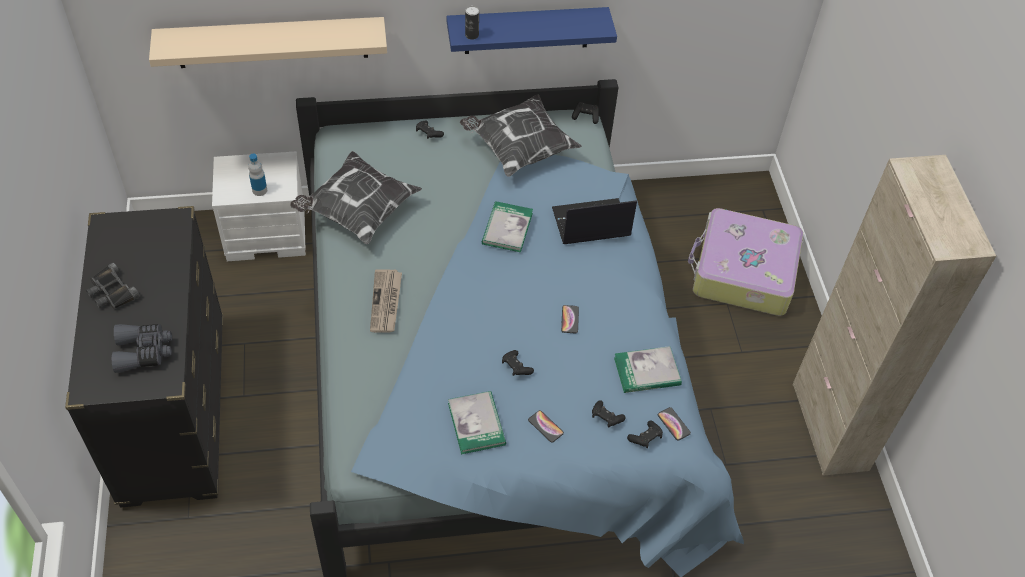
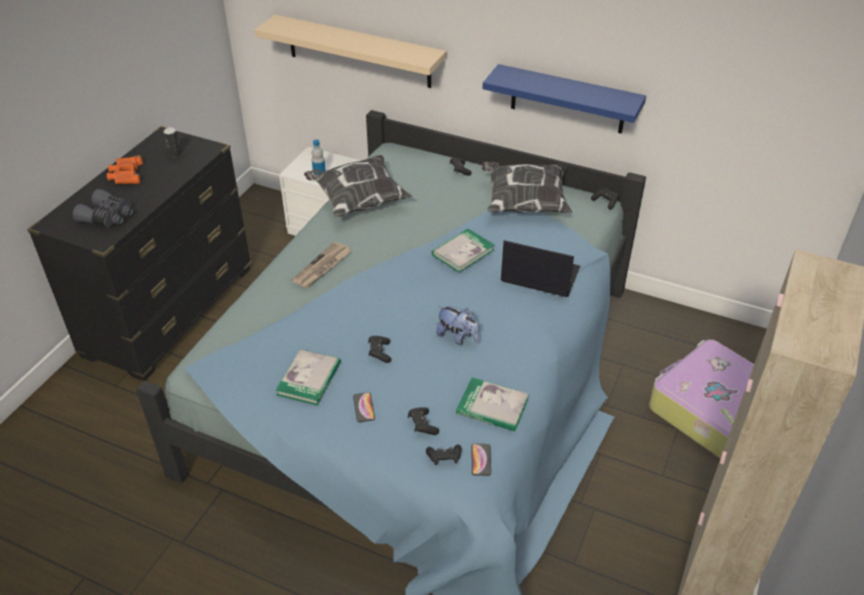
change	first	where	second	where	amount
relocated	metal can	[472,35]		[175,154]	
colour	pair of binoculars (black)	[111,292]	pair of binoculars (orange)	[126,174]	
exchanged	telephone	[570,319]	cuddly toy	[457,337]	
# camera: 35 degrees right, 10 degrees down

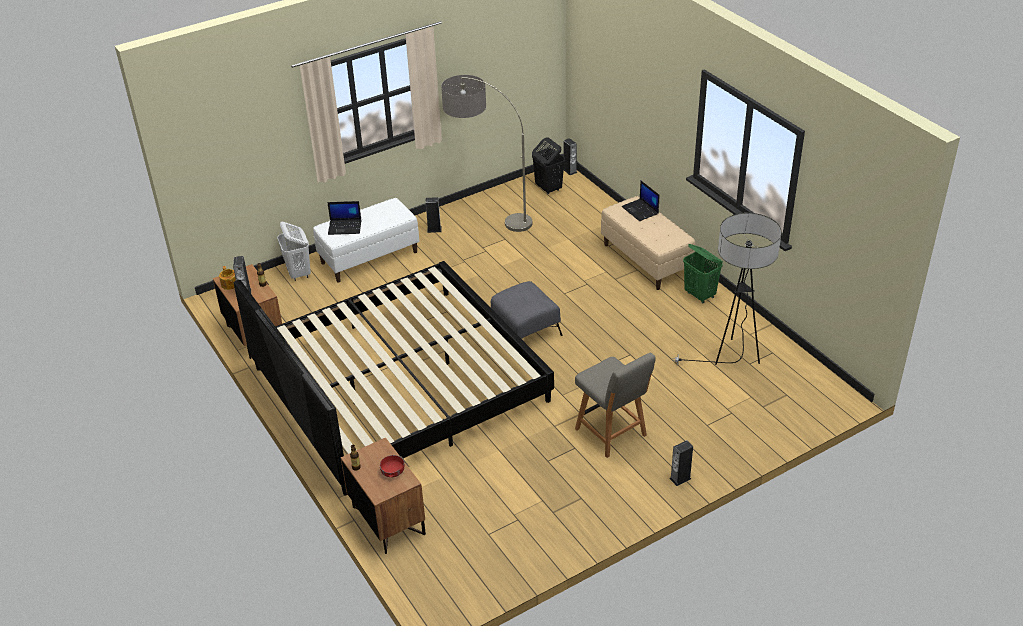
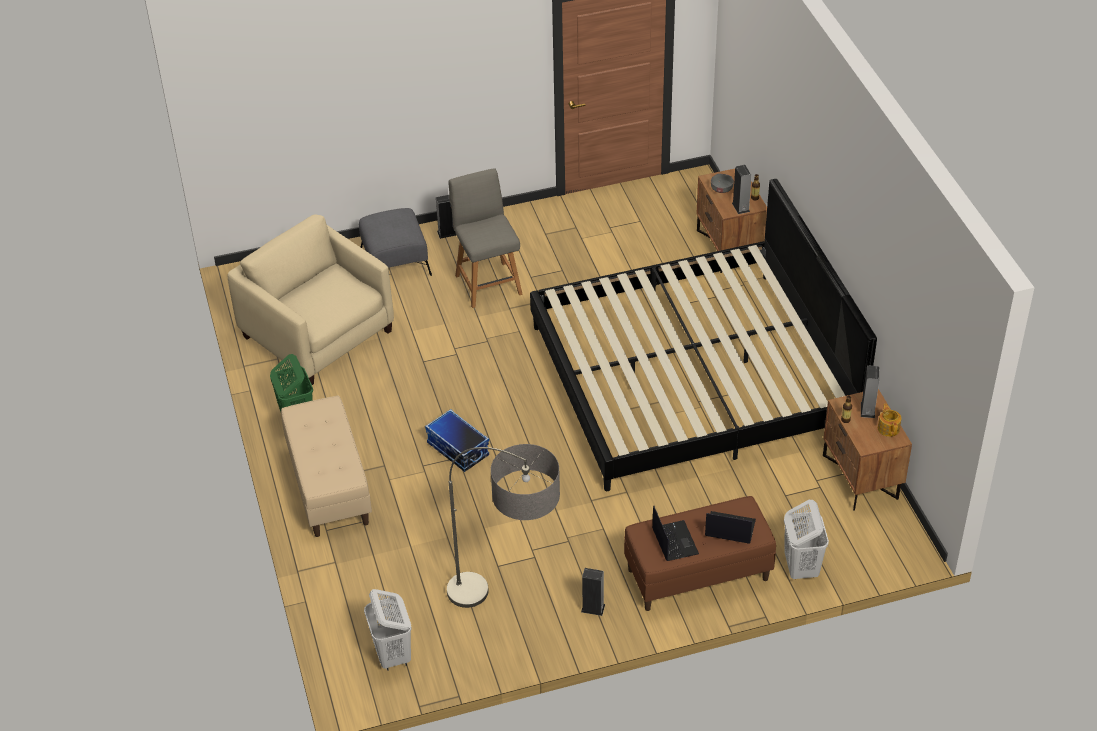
change	first	where	second	where	amount
colour	laundry basket (black)	[548,188]	laundry basket (white-coloured)	[393,655]	
relocated	speaker	[570,171]		[740,207]	
relocated	portable computer	[640,210]		[674,541]	
colour	long seat (white-coloured)	[369,257]	long seat (brown)	[697,575]	
exchanged	floor lamp	[732,359]	armchair (sand-coloured)	[318,334]	
relocated	footrest (grey)	[525,330]		[395,263]	
colour	deep dish (red-coloured)	[393,471]	deep dish (grey)	[721,189]	
appeared			storage bin	[457,449]	
# camera: 165 degrees left, 5 degrees up

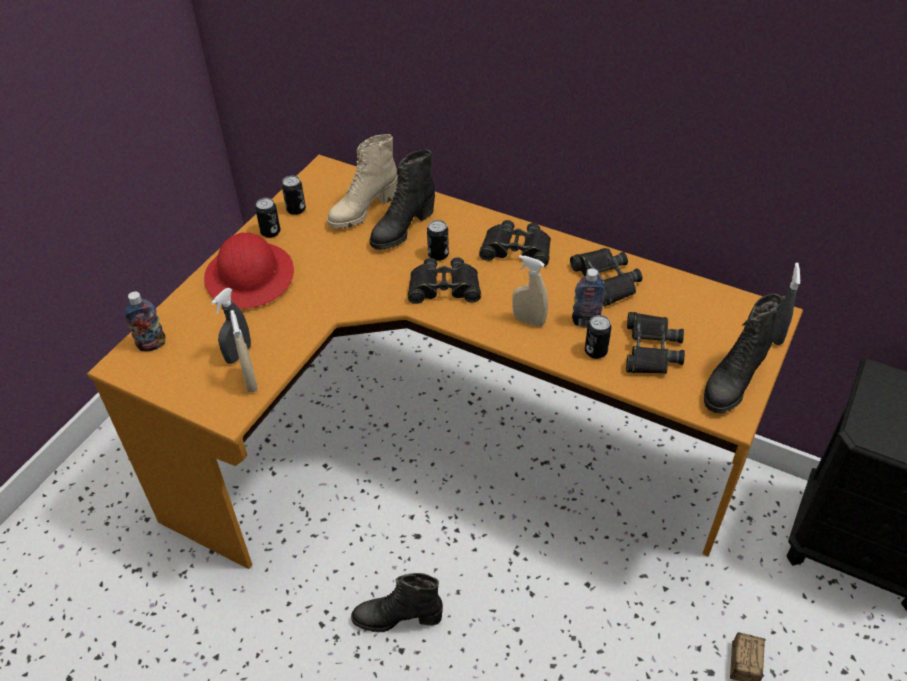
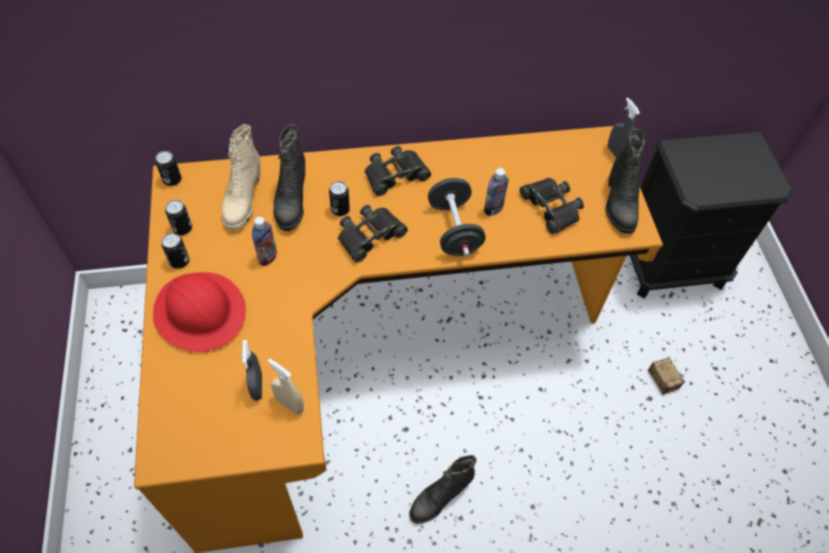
change	first	where	second	where	amount
missing	pair of binoculars (black)	[605,280]			
exchanged	hand sprayer (sand-coloured)	[529,321]	dumbbell (black)	[454,230]	
relocated	beverage bottle	[152,345]		[267,257]	
relocated	metal can	[595,351]		[172,180]	
# camera: 40 degrees left, 10 degrees up

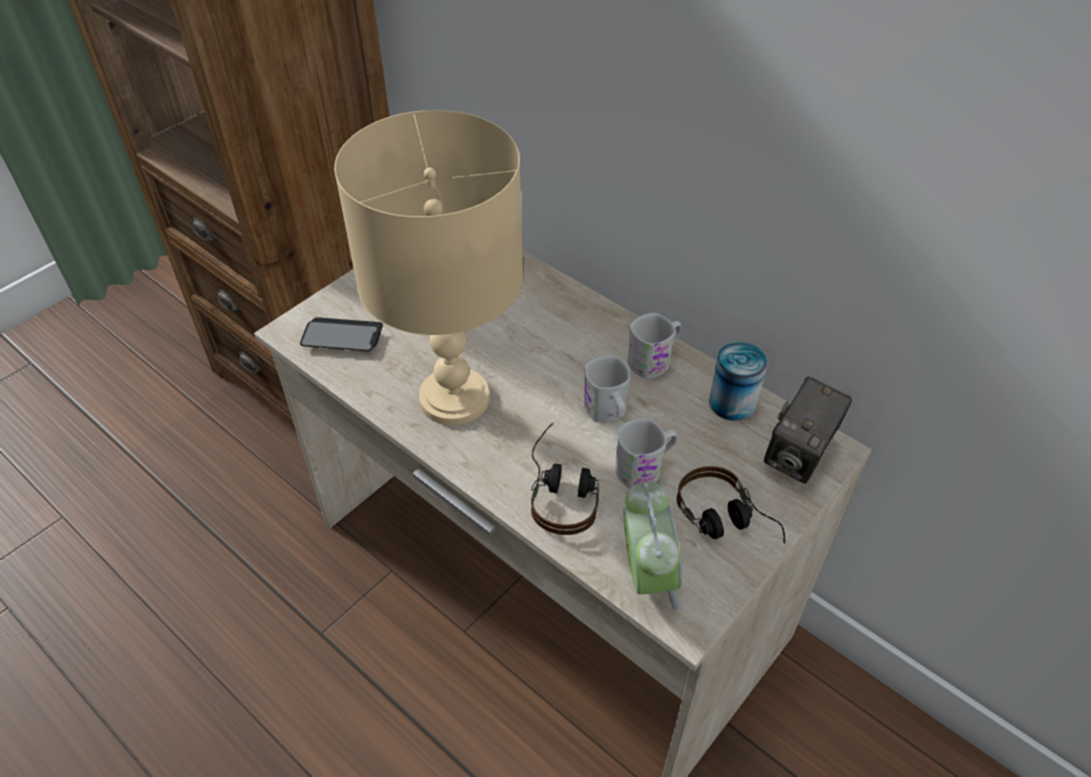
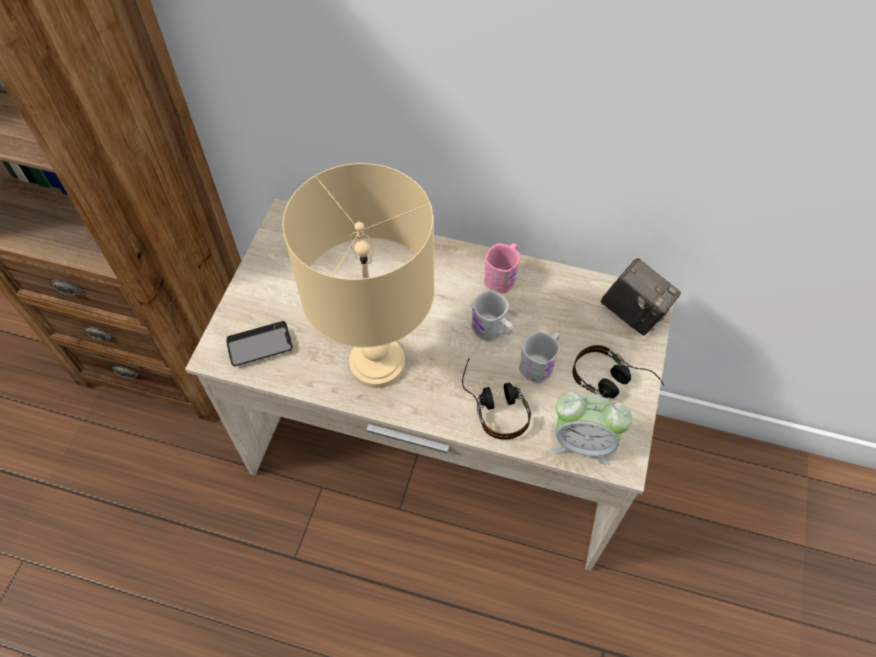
change	first	where	second	where	amount
colour	tea mug (white-coloured)	[654,361]	tea mug (pink-coloured)	[502,276]	
missing	metal can	[732,403]			
spun	photo camera	[798,456]		[633,313]	60 degrees counterclockwise
spun	alarm clock	[647,576]		[582,442]	135 degrees clockwise
# camera: 25 degrees left, 10 degrees up

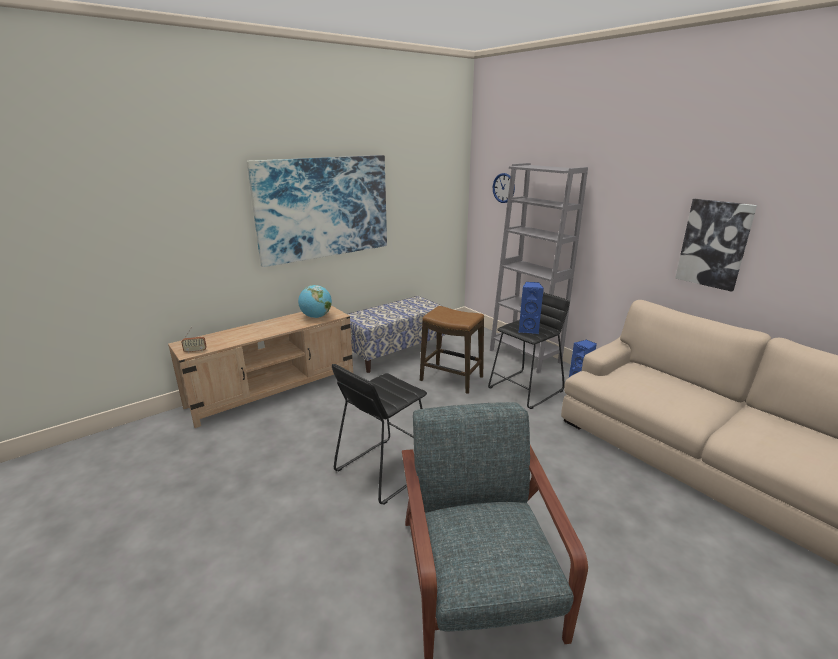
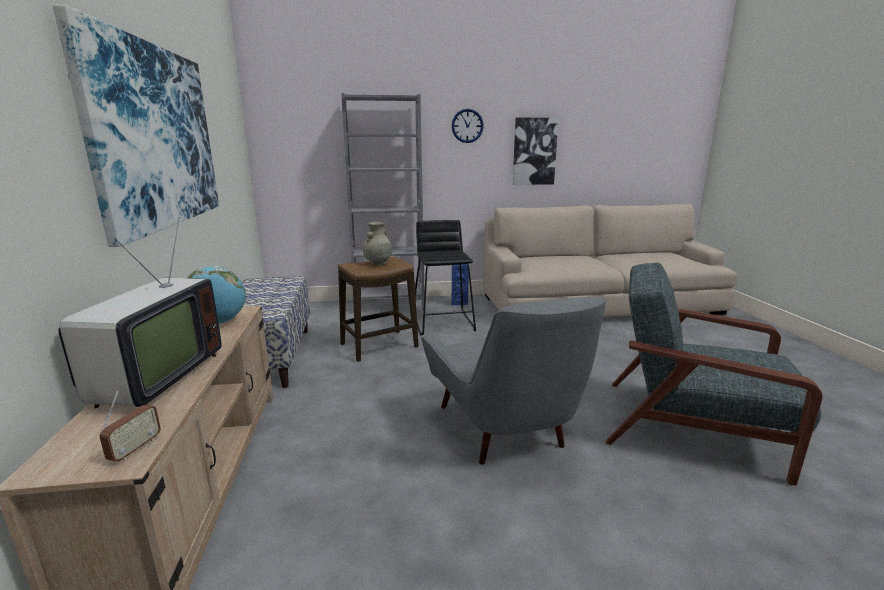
change	first	where	second	where	amount
relocated	wall clock	[503,188]		[467,126]	
missing	speaker (blue-coloured)	[528,329]			
exchanged	stool (black)	[383,469]	armchair (grey)	[506,432]	
appeared			TV	[154,379]	
appeared			vase (sand-coloured)	[378,263]	
# camera: 60 degrees left, 5 degrees down

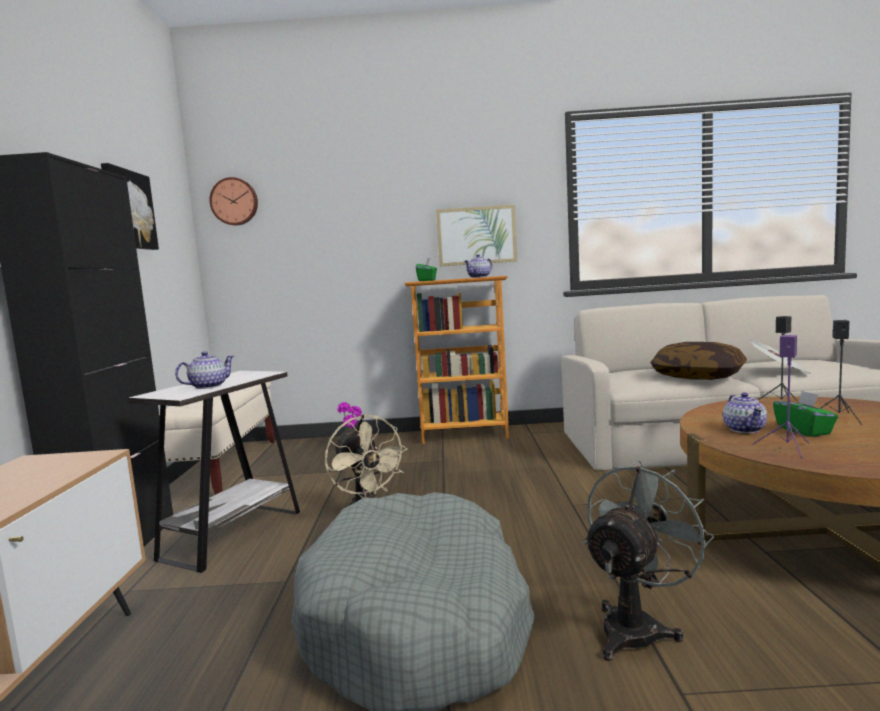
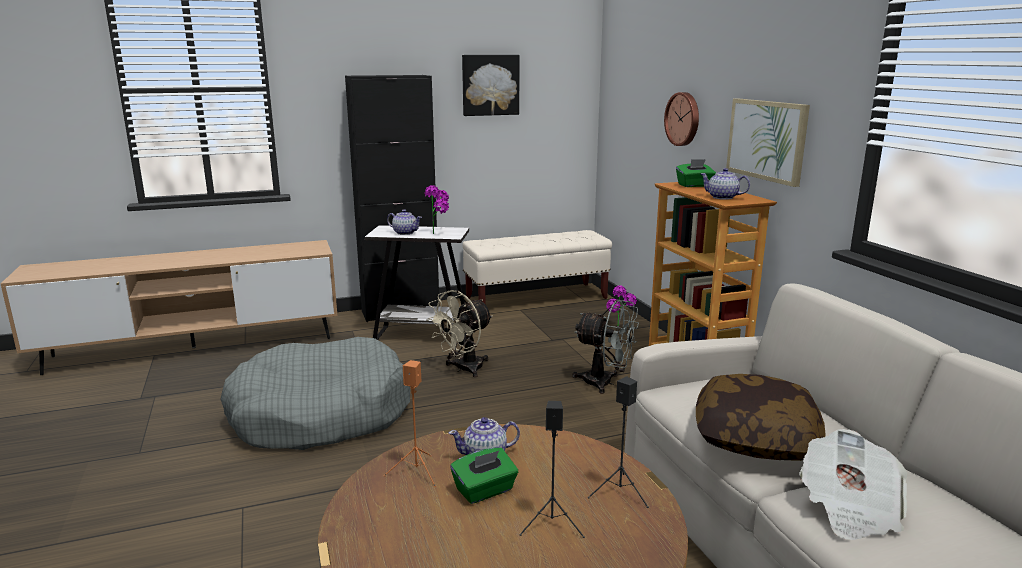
change	first	where	second	where	amount
relocated	wall clock	[234,201]		[683,119]	
colour	speaker (purple)	[787,448]	speaker (orange)	[417,472]	
relocated	cooling fan (grey)	[637,626]		[605,383]	
appeared			plant in a pot	[439,233]	
# camera: 70 degrees right, 10 degrees up

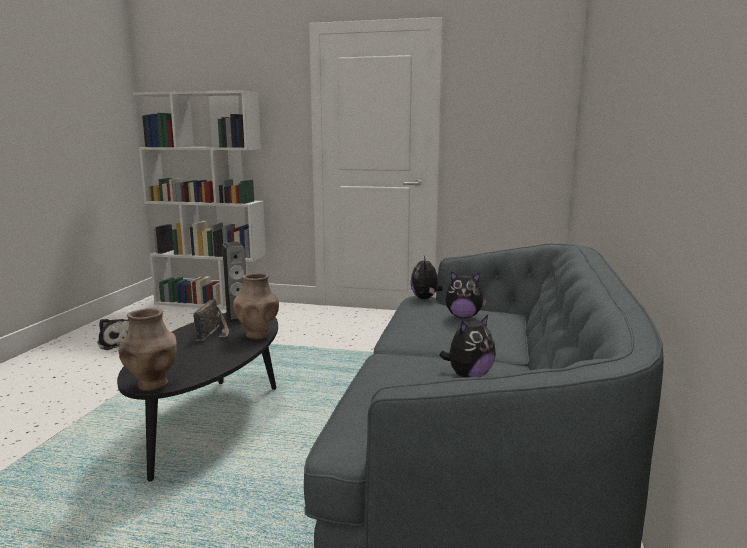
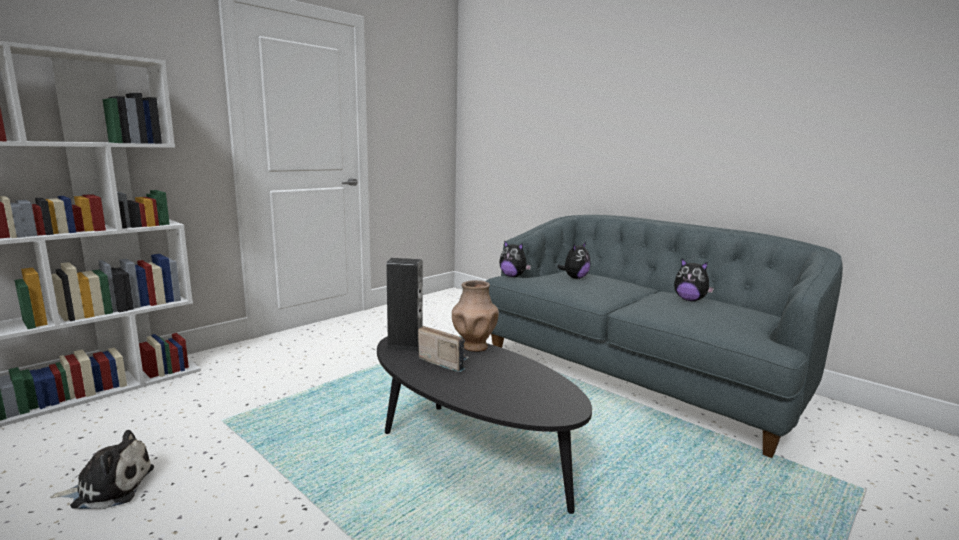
change	first	where	second	where	amount
missing	vase (brown)	[152,385]			
spun	cuddly toy	[468,376]		[690,300]	135 degrees clockwise
# camera: 60 degrees left, 0 degrees up

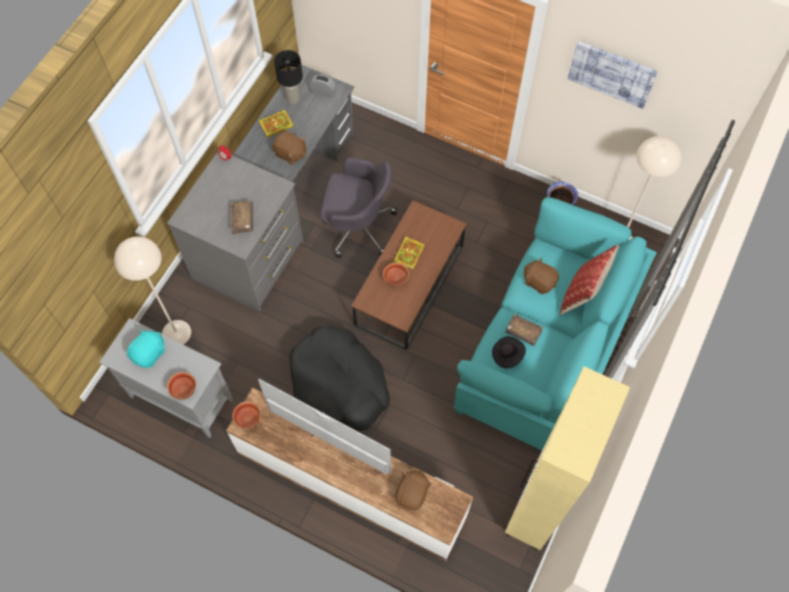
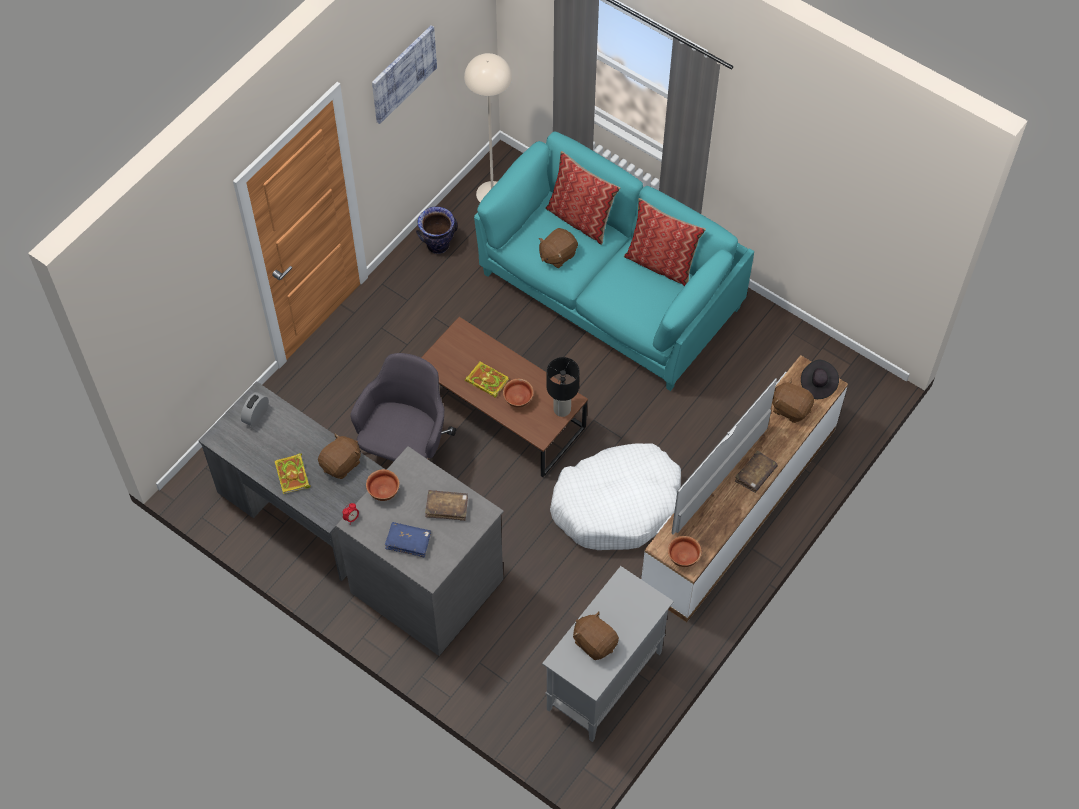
change	first	where	second	where	amount
relocated	lamp for a table (black)	[292,99]		[562,410]	
missing	floor lamp (sand-coloured)	[176,332]			
relocated	bound book (brown)	[523,332]		[755,475]	
colour	pet bed (black)	[339,385]	pet bed (white-coloured)	[617,504]	
colour	cuddly toy (turquoise)	[149,353]	cuddly toy (brown)	[595,642]	
relocated	wearable hat (black)	[507,355]		[817,384]	
missing	cupboard (sand-coloured)	[535,509]			
relocated	deep dish	[183,389]		[383,491]	
appeared			pillow	[661,263]	
appeared			bound book (blue-coloured)	[408,542]	
# camera: 80 degrees left, 5 degrees down

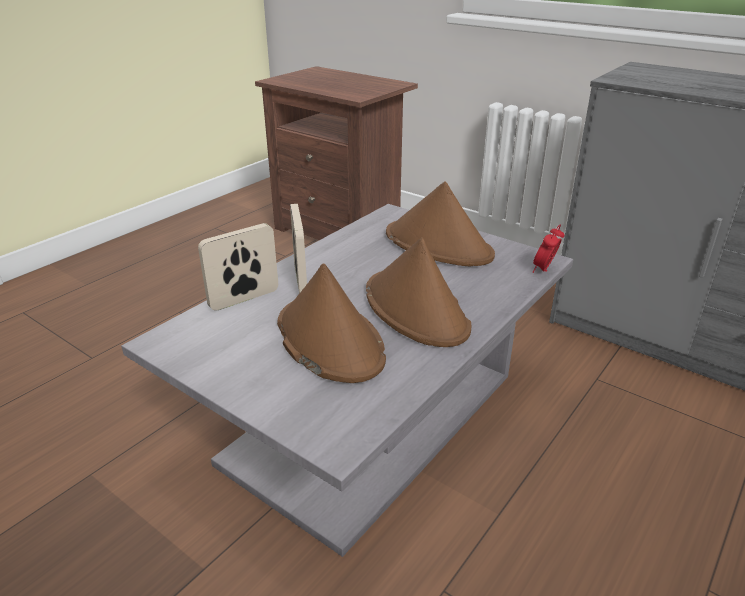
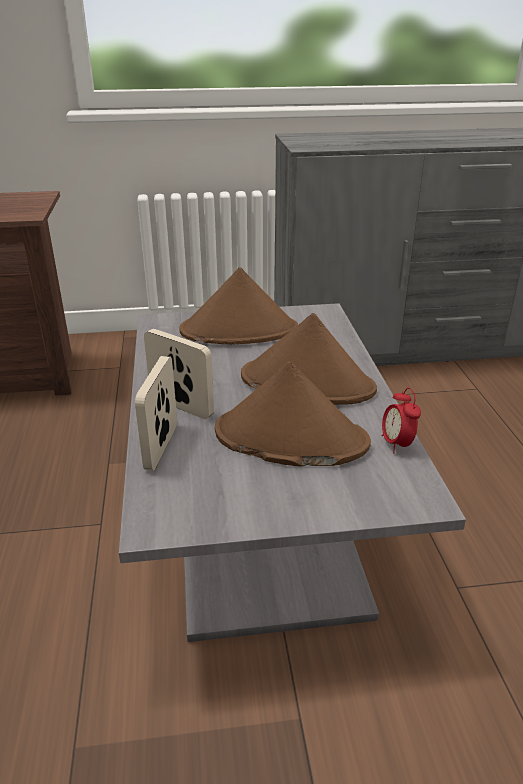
change	first	where	second	where	amount
relocated	alarm clock	[544,270]		[396,444]	
# camera: 45 degrees left, 0 degrees up

